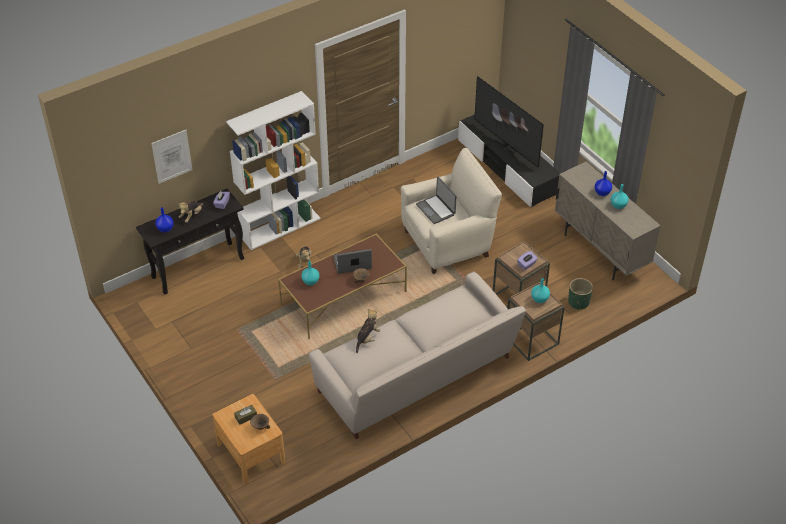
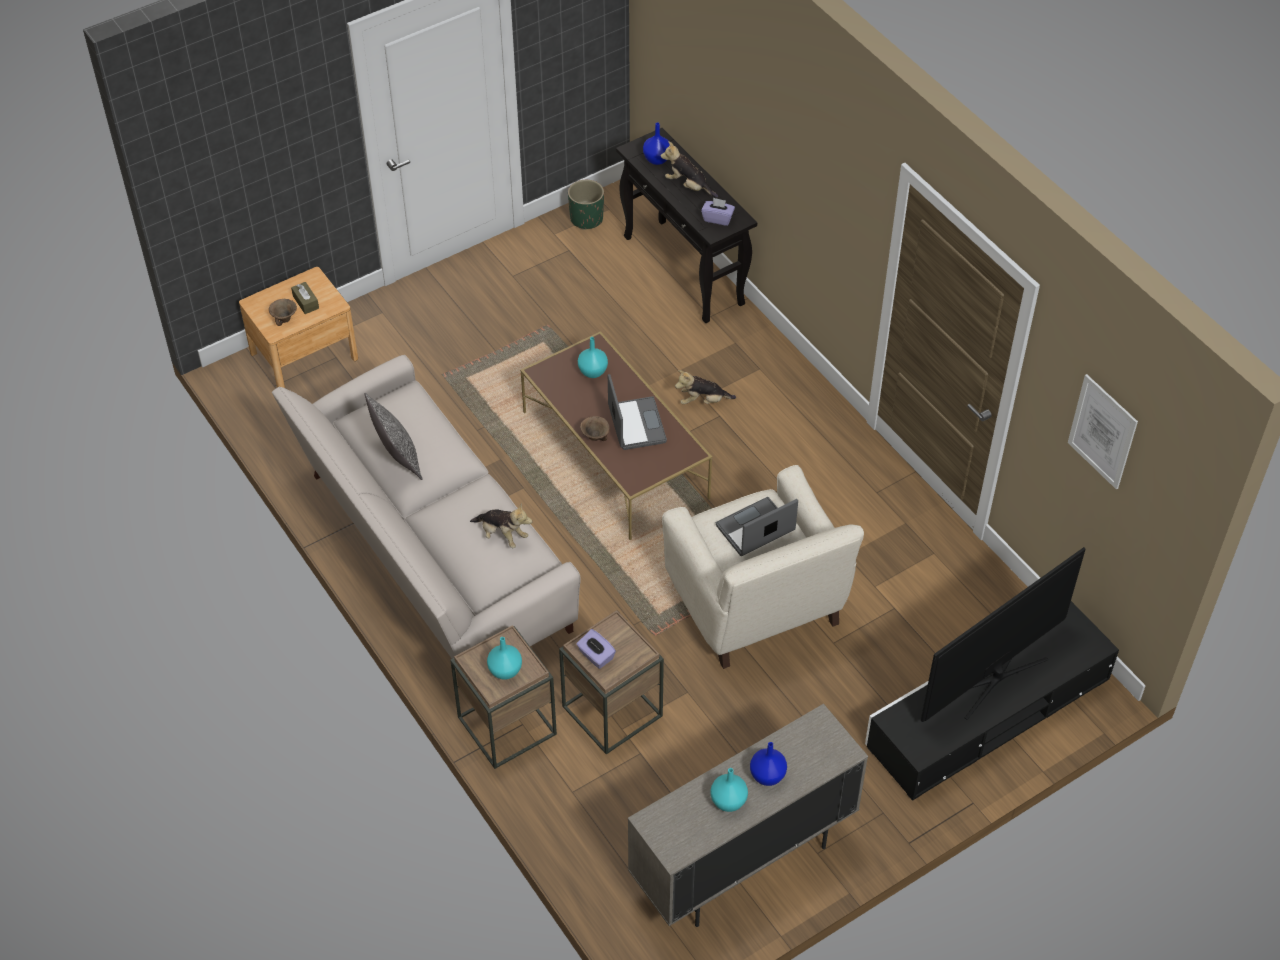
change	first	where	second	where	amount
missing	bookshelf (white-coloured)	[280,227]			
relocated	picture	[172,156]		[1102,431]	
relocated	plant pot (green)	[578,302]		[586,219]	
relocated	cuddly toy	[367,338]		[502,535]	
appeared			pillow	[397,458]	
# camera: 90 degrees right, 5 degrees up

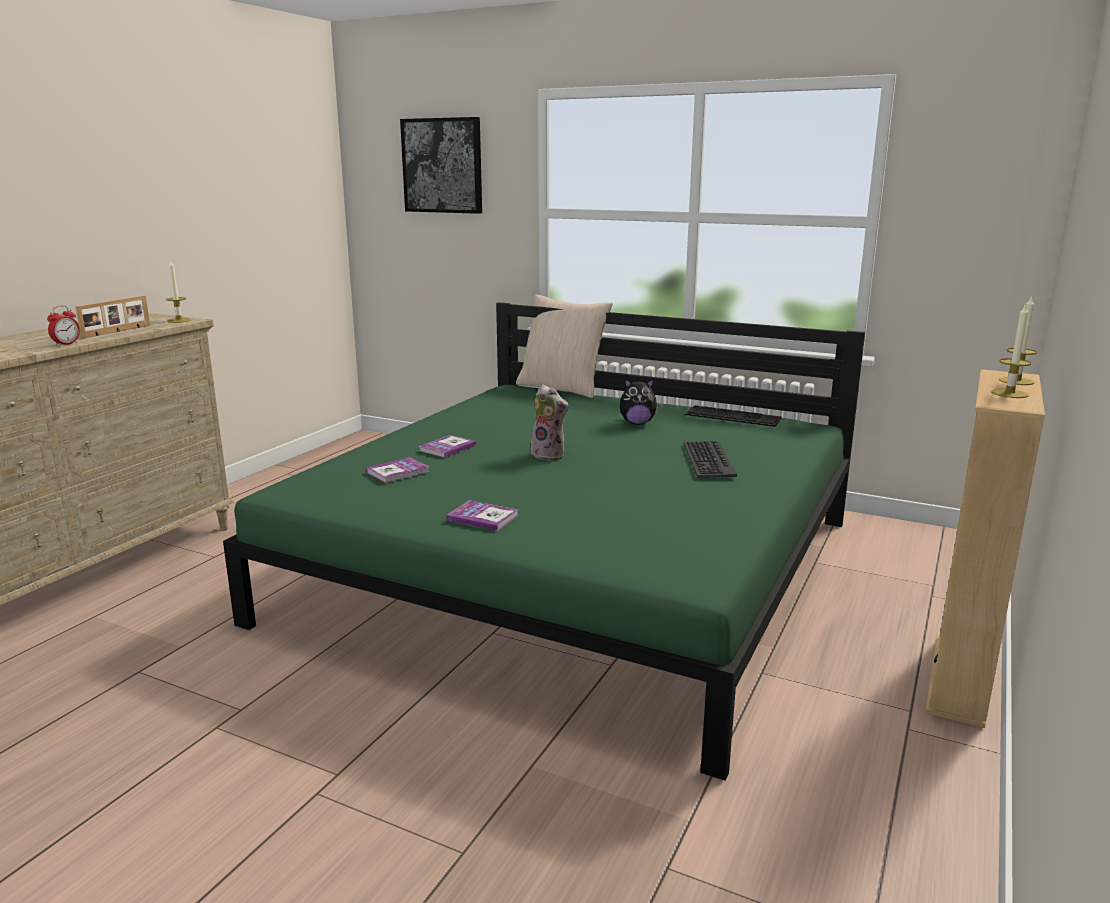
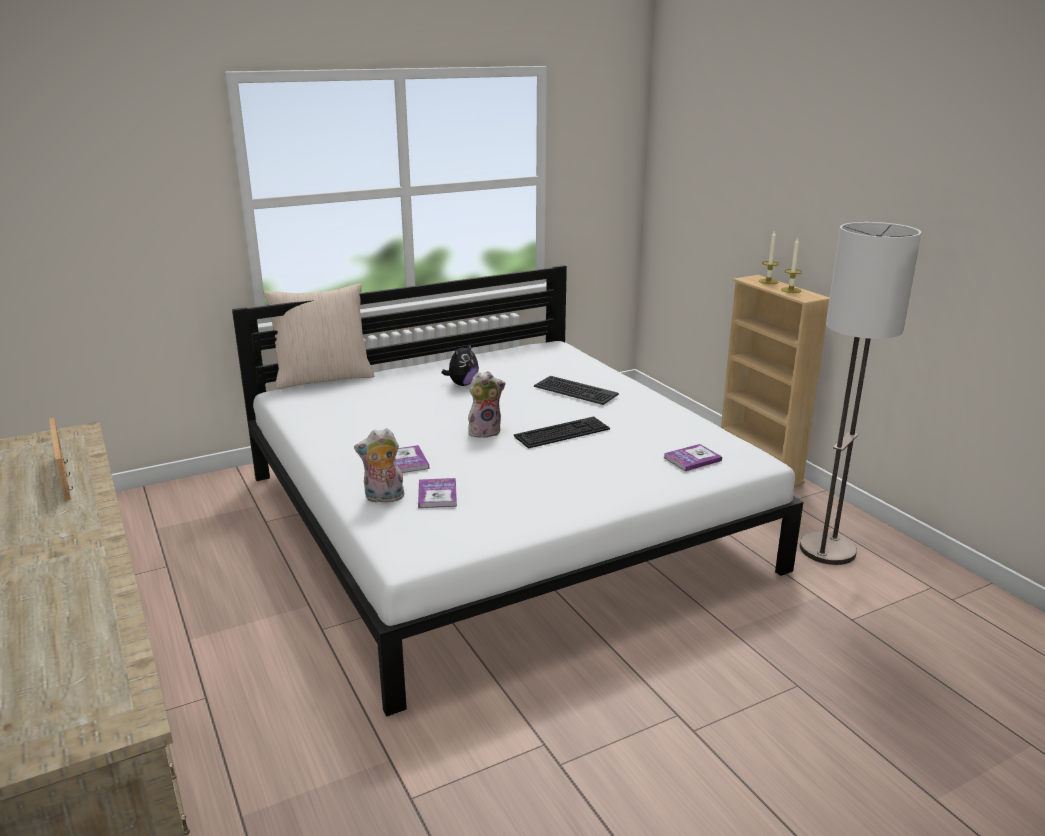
change	first	where	second	where	amount
missing	picture	[442,166]			
missing	wax light	[179,320]			
colour	bed (green)	[577,568]	bed (white-coloured)	[499,520]	
missing	alarm clock	[66,344]			
relocated	keyboard	[734,417]		[562,432]	
relocated	bound book	[482,517]		[692,459]	
appeared			floor lamp	[827,550]	
appeared			cuddly toy	[383,498]	
# camera: 55 degrees left, 5 degrees up

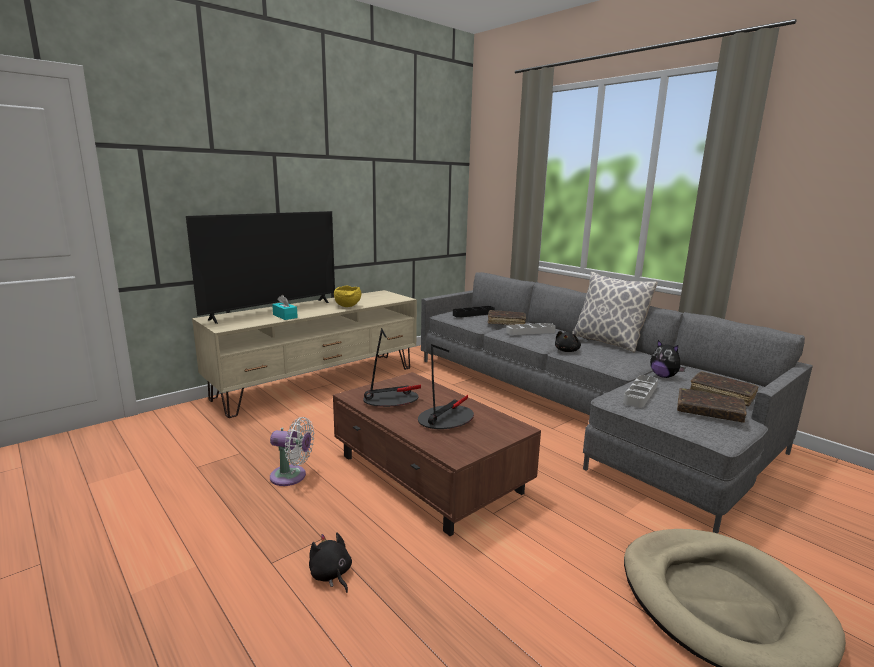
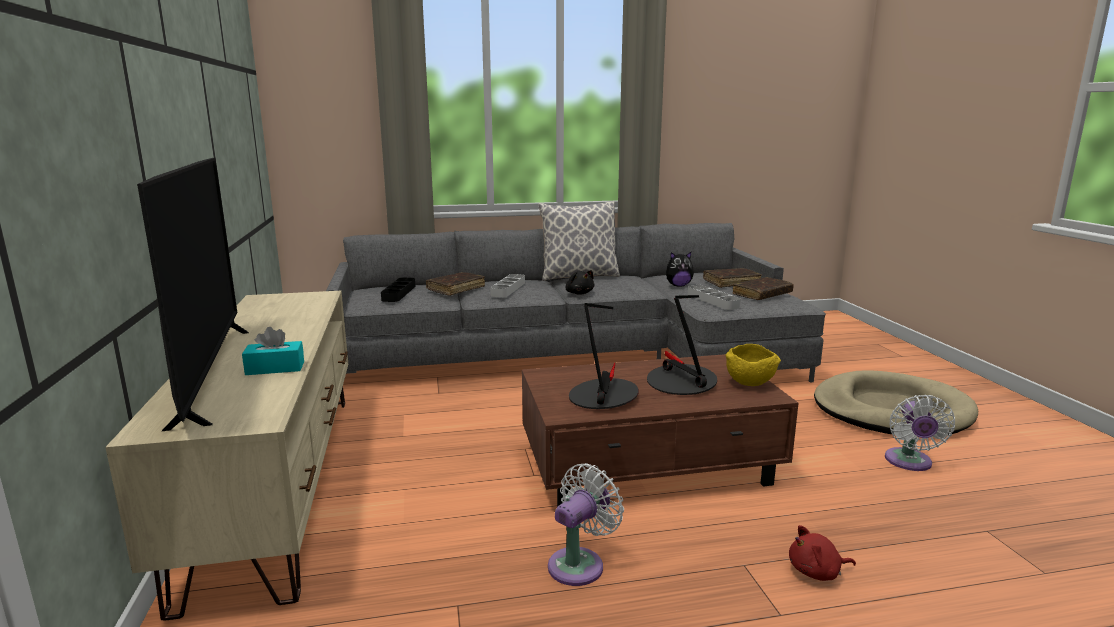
change	first	where	second	where	amount
relocated	deep dish (yellow)	[348,306]		[750,383]	
colour	cuddly toy (black)	[331,575]	cuddly toy (red-coloured)	[817,572]	
appeared			cooling fan (white-coloured)	[909,463]	
# camera: 60 degrees left, 0 degrees up

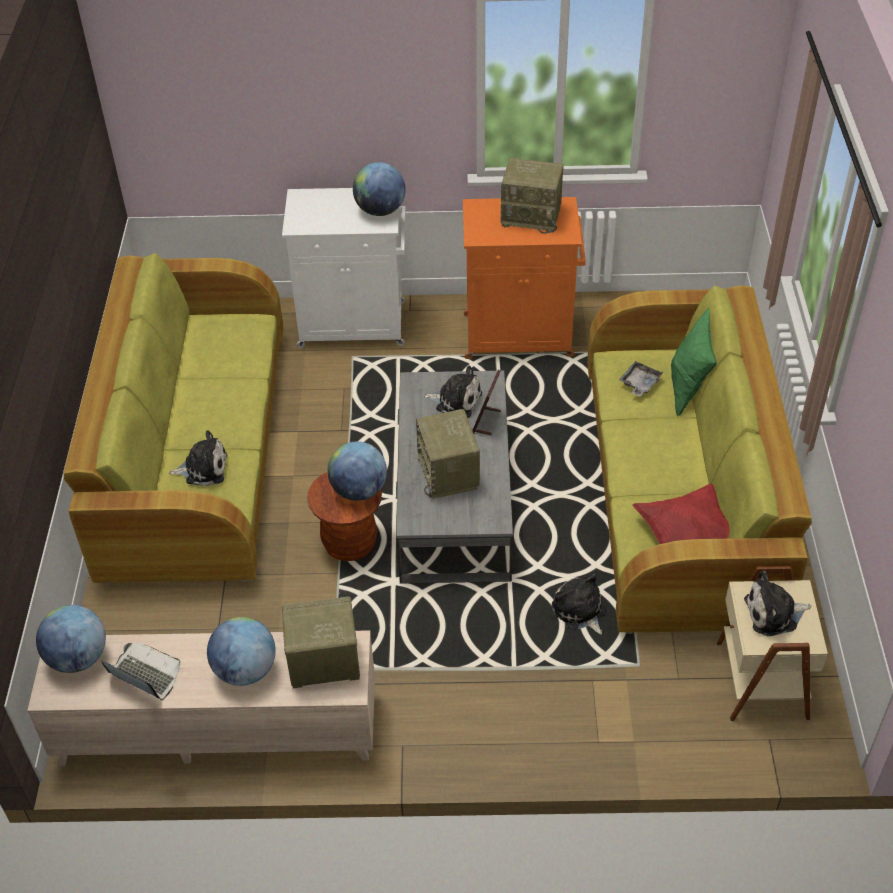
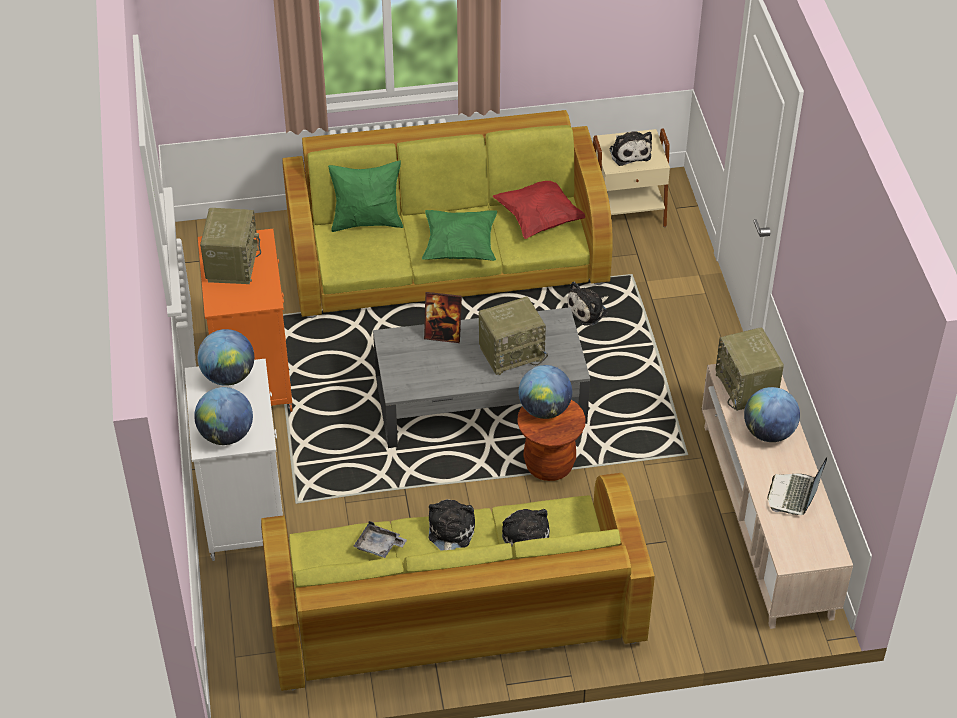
change	first	where	second	where	amount
relocated	carrying tray (grey)	[639,384]		[379,546]	
relocated	cuddly toy	[456,400]		[450,533]	
relocated	world globe	[78,657]		[226,435]	
appeared			pillow (green)	[460,247]	
# camera: 100 degrees left, 0 degrees up

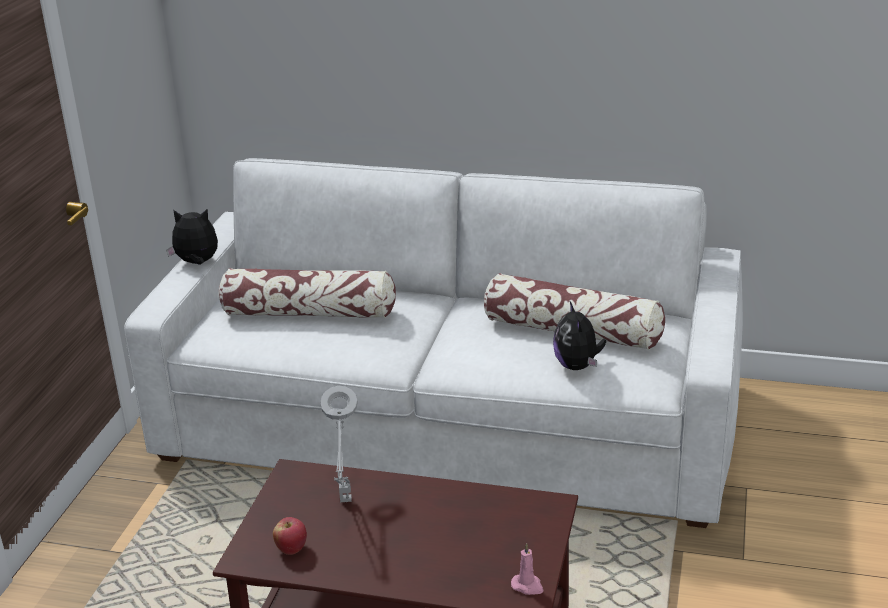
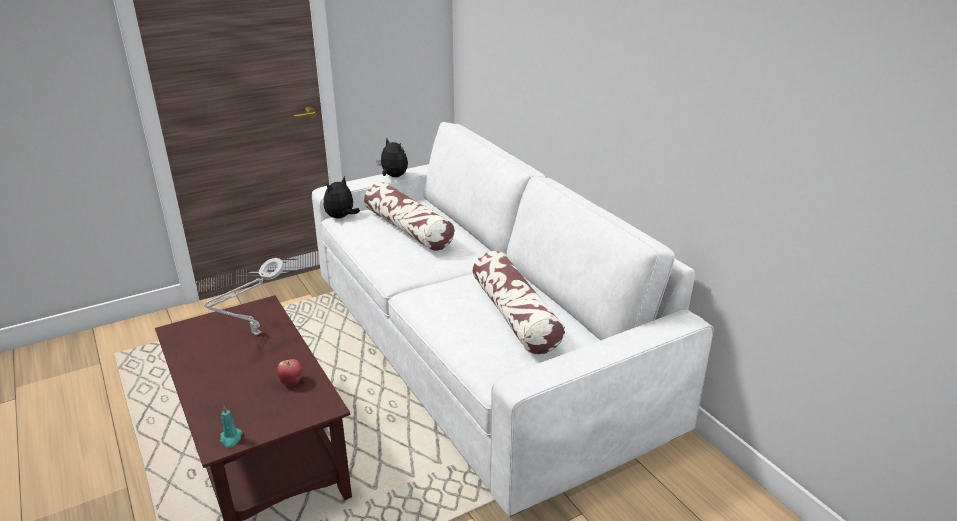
change	first	where	second	where	amount
relocated	cuddly toy	[577,366]		[341,217]	
relocated	apple	[291,549]		[292,382]	
colour	wax light (pink-coloured)	[528,586]	wax light (turquoise)	[231,438]	
# camera: 45 degrees right, 0 degrees up

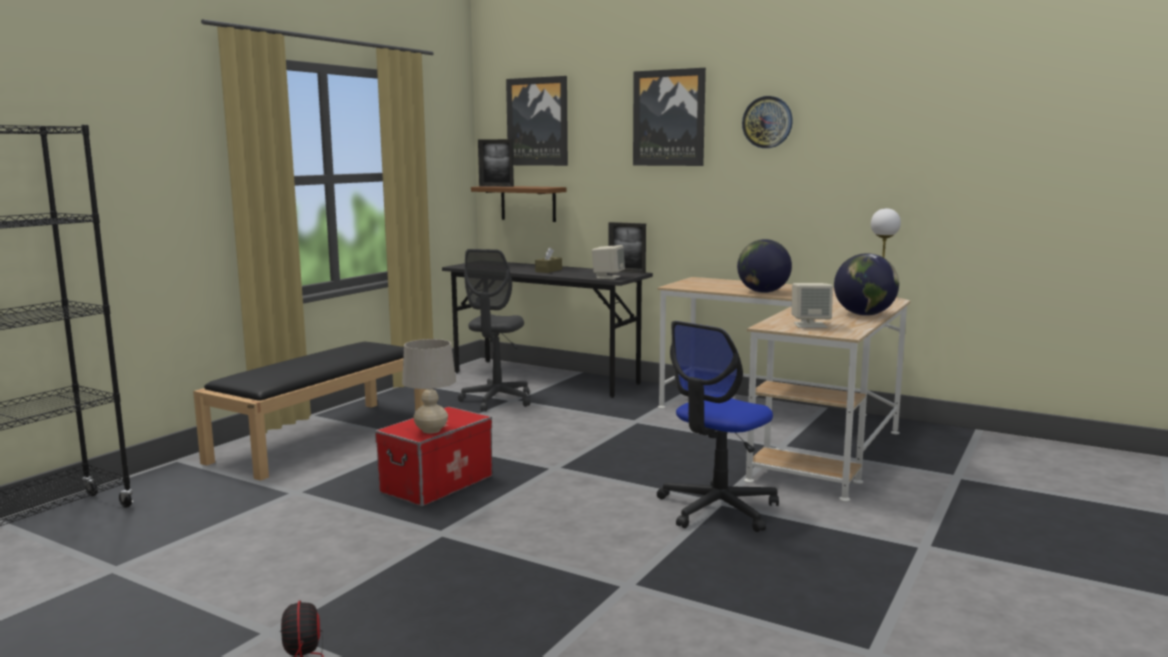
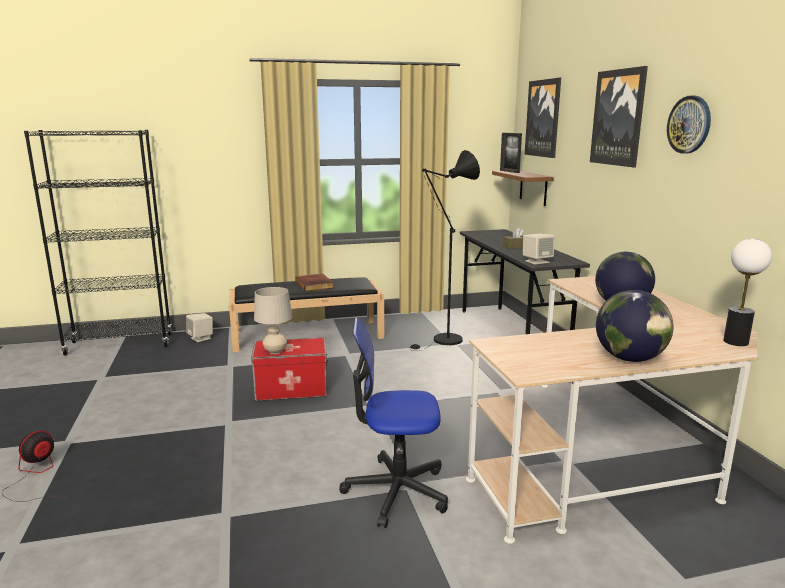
change	first	where	second	where	amount
missing	photo frame	[626,272]			
exchanged	office chair (grey)	[497,401]	floor lamp (black)	[443,341]	
relocated	speaker (sand-coloured)	[810,325]		[201,338]	
appeared			bound book	[315,285]	
# camera: 45 degrees right, 5 degrees up

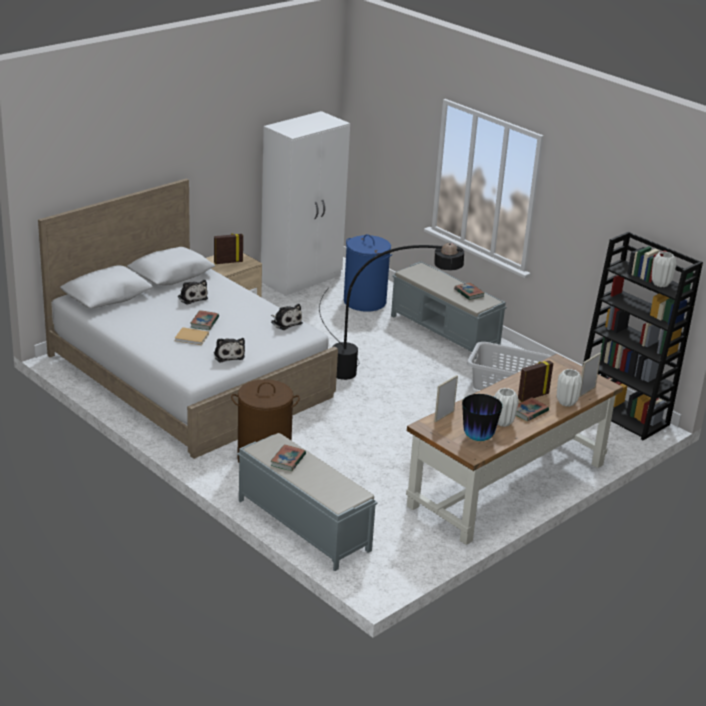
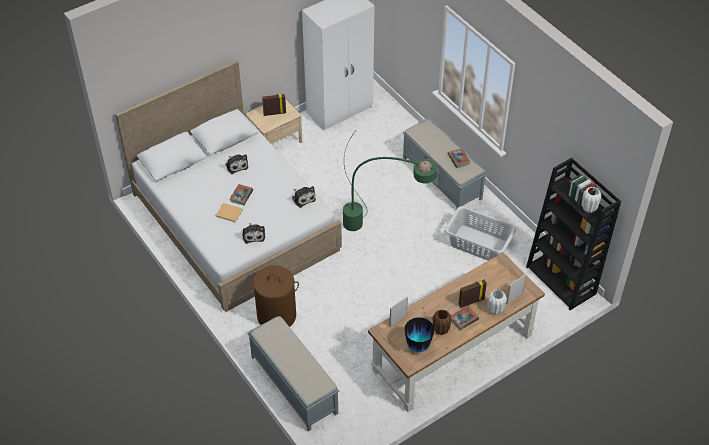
change	first	where	second	where	amount
missing	laundry basket (blue-coloured)	[365,301]			
colour	floor lamp (black)	[377,373]	floor lamp (green)	[379,224]	
colour	vase (white-coloured)	[502,422]	vase (brown)	[440,330]	
missing	bound book	[288,460]			
# camera: 10 degrees right, 20 degrees up

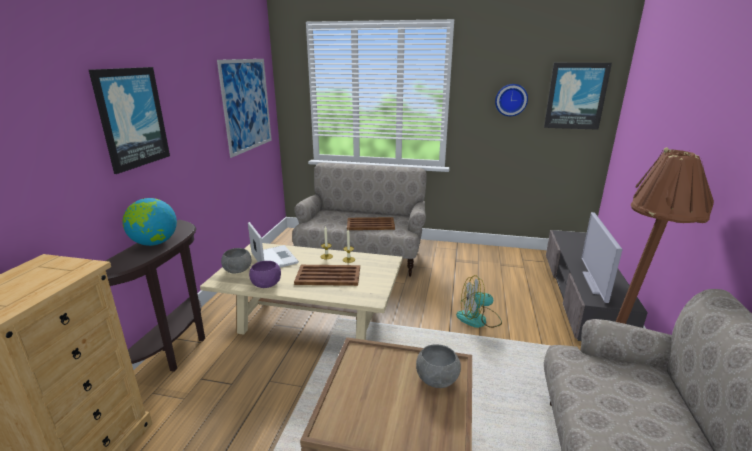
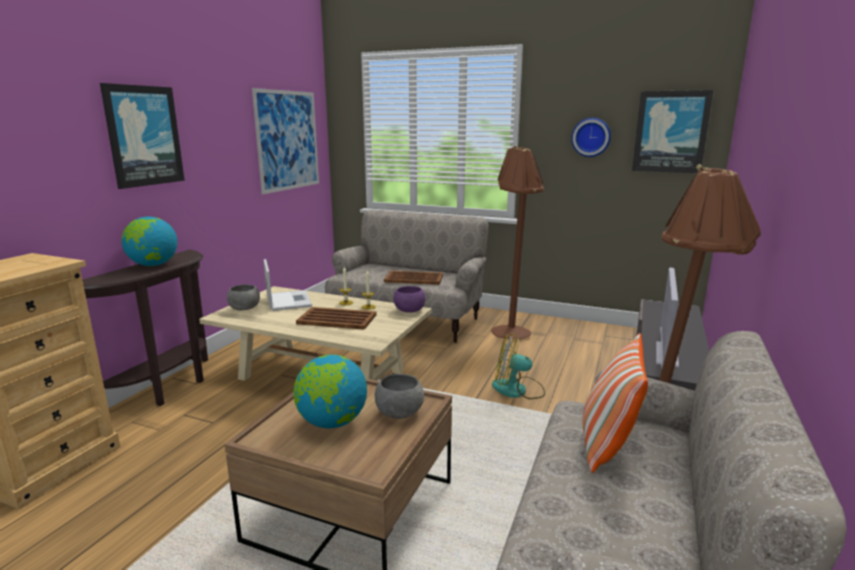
change	first	where	second	where	amount
relocated	deep dish (purple)	[266,284]		[410,310]	
appeared			floor lamp (brown)	[513,329]	
appeared			pillow	[607,444]	
appeared			world globe	[332,422]	
# camera: 10 degrees right, 5 degrees down

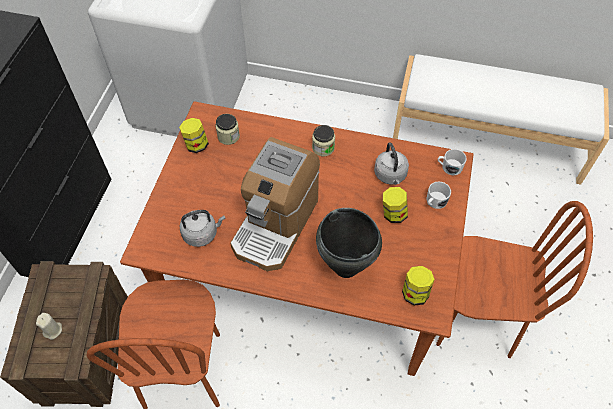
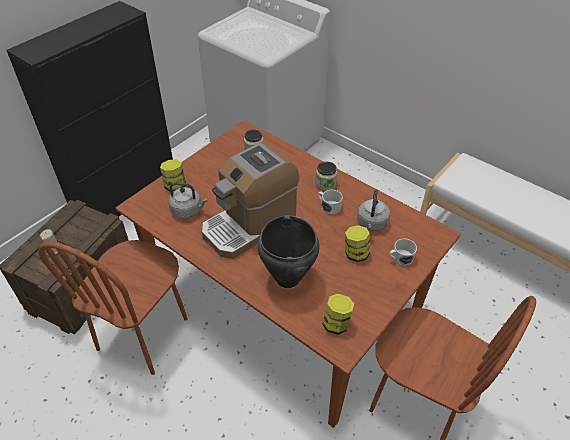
change	first	where	second	where	amount
relocated	jar	[196,145]		[175,185]	
relocated	tea mug (white-coloured)	[449,167]		[328,206]	
# camera: 25 degrees right, 10 degrees down

